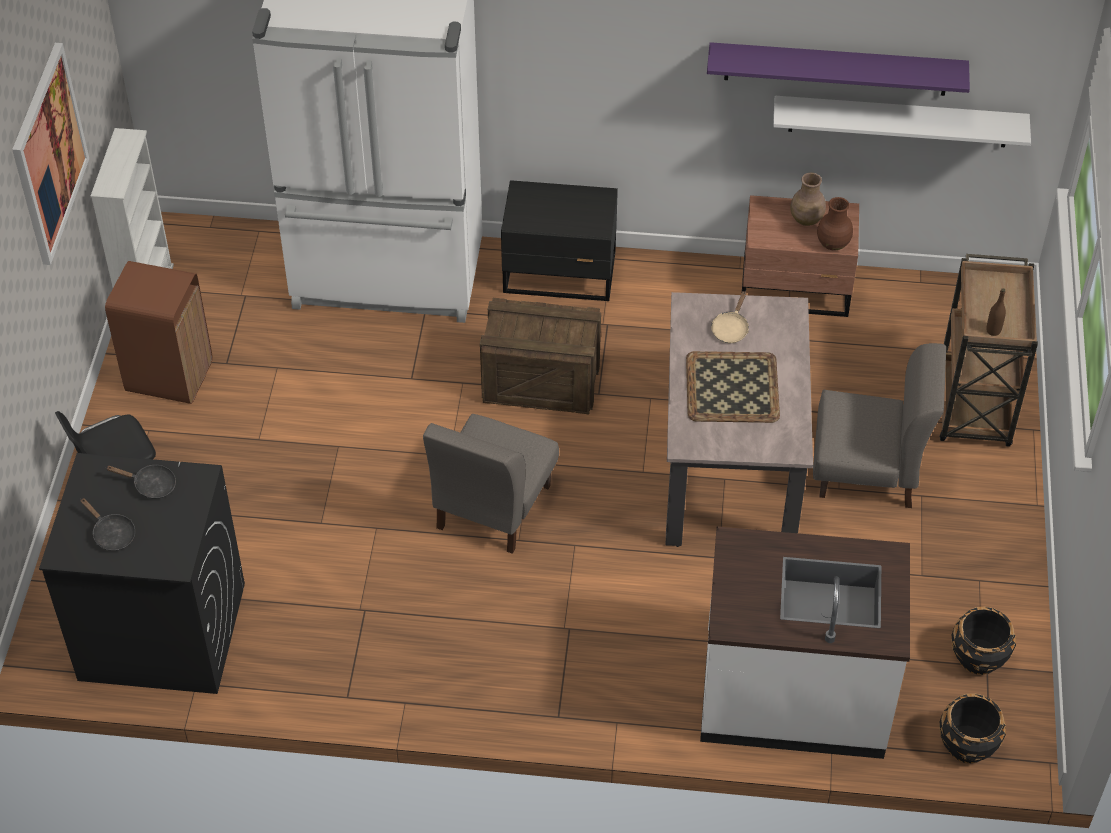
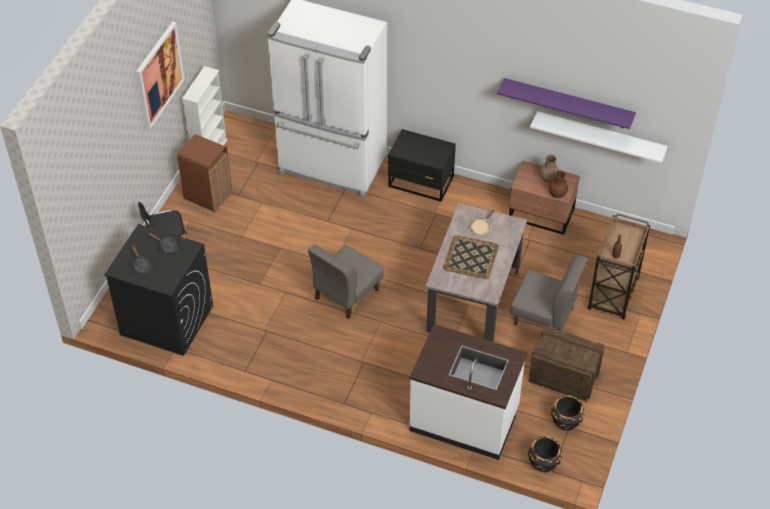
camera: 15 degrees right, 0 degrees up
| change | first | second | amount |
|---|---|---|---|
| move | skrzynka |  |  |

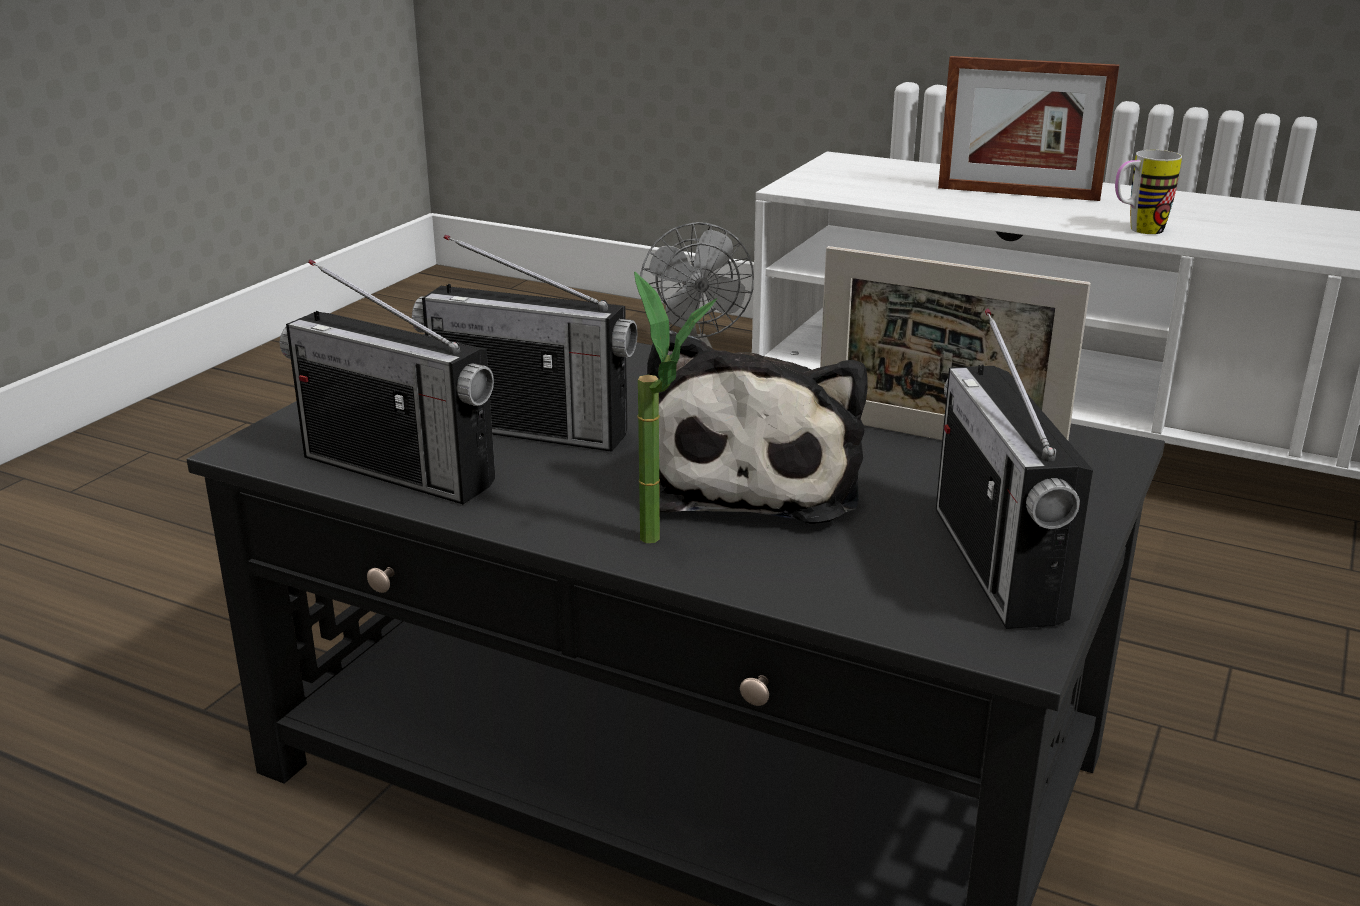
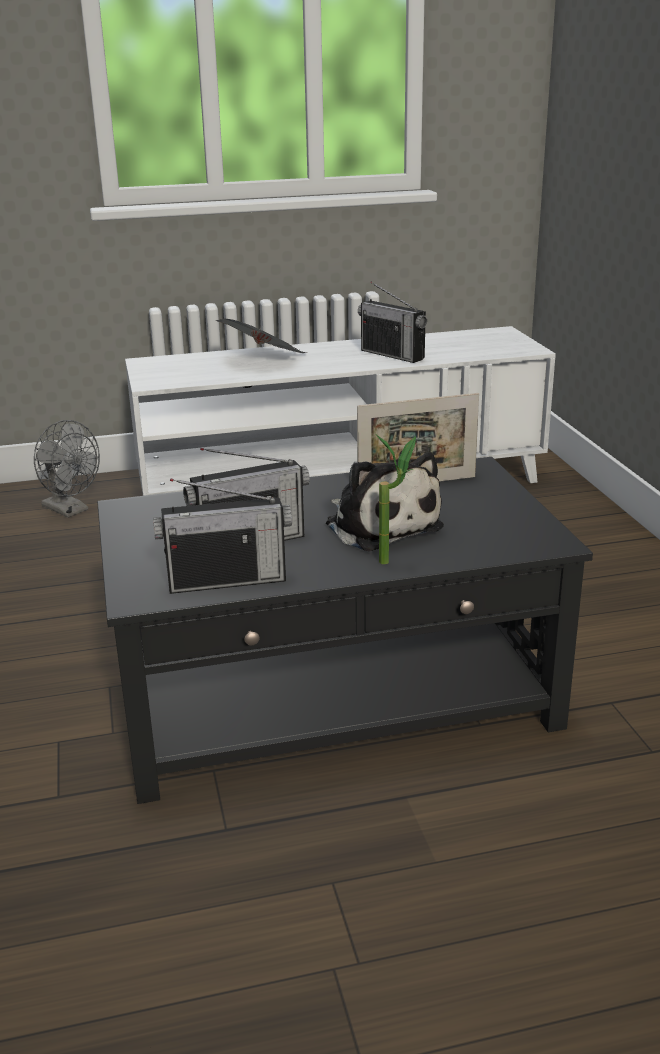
camera: 40 degrees left, 0 degrees up
| change | first | second | amount |
|---|---|---|---|
| replace | ramka na zdjęcie (2nd from left) | gazeta |  |
| move | radio (3rd from left) |  |  |
| delete | kubek |  |  |

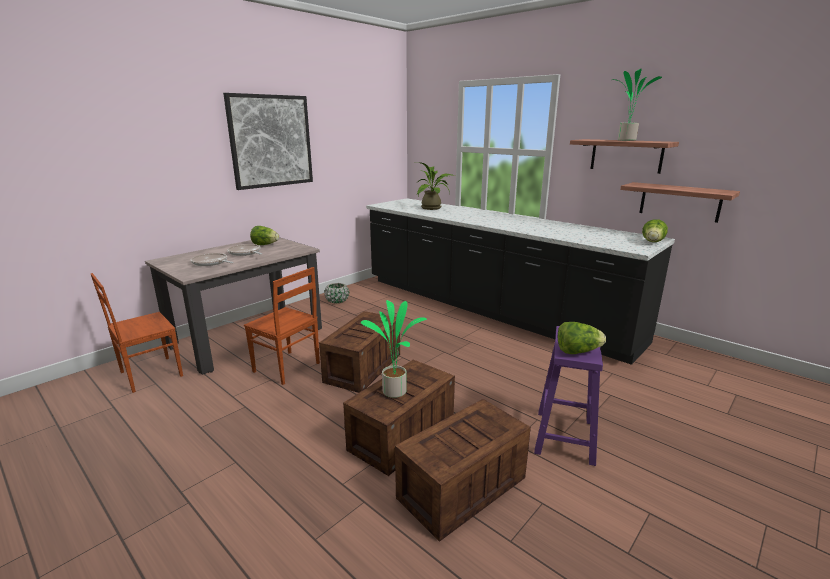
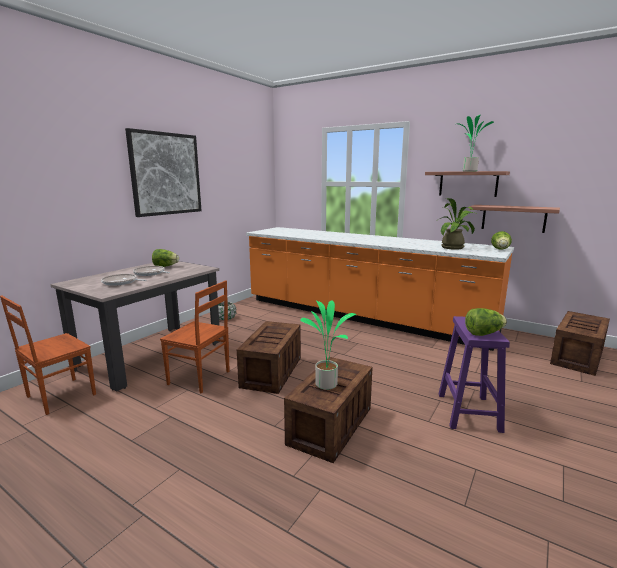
camera: 10 degrees left, 5 degrees down
| change | first | second | amount |
|---|---|---|---|
| recolor | zabudowa kuchenna/czarny | zabudowa kuchenna/pomarańczowy |  |
| move | roślina doniczkowa (2nd from left) |  |  |
| move | skrzynka (3rd from left) |  |  |

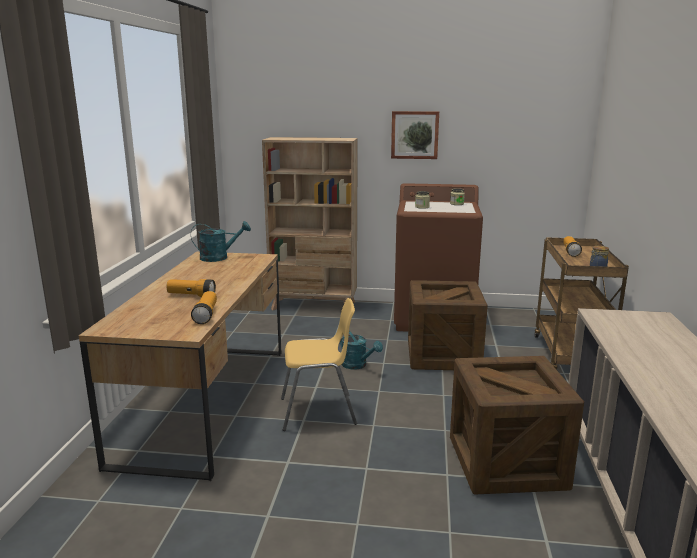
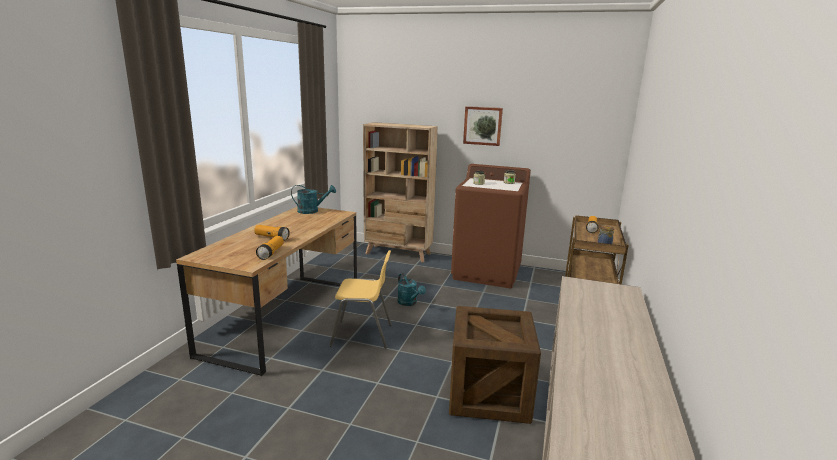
camera: 10 degrees right, 0 degrees up
| change | first | second | amount |
|---|---|---|---|
| delete | skrzynka (1st from left) |  |  |

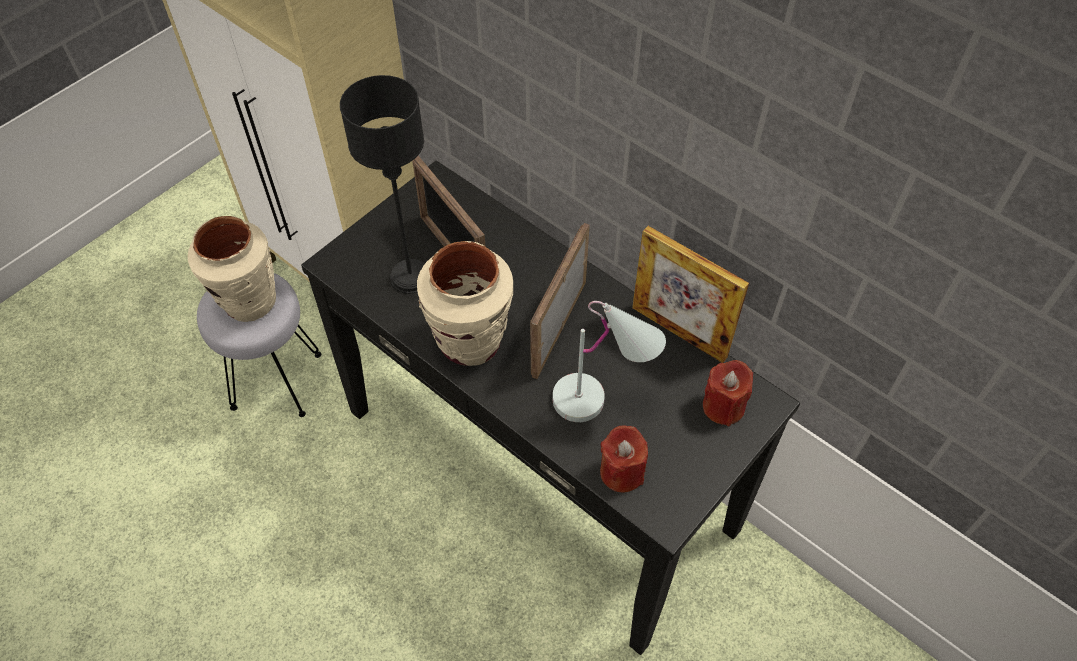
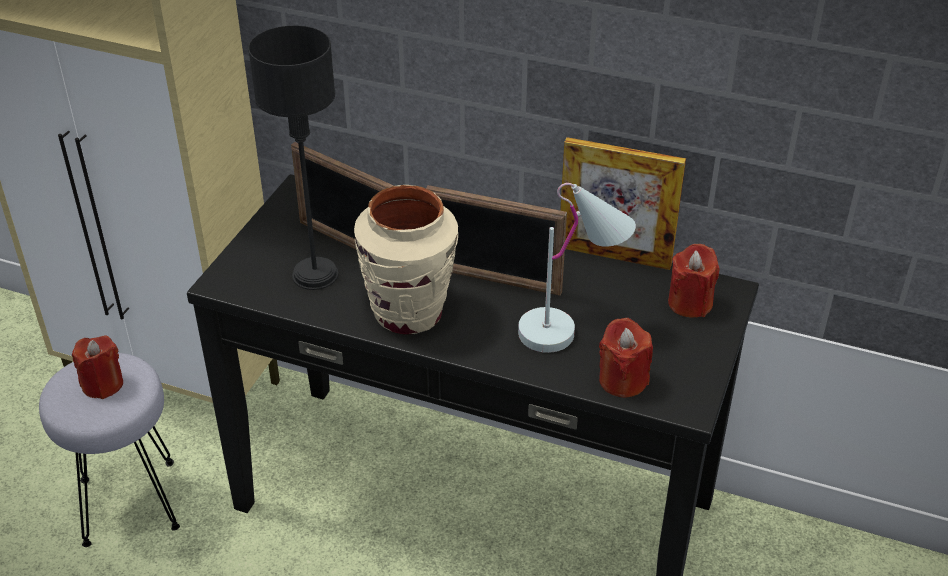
camera: 20 degrees left, 15 degrees down
| change | first | second | amount |
|---|---|---|---|
| replace | wazon/beżowy (1st from left) | świeca/czerwony (1st from left) |  |
| rotate | ramka na zdjęcie (2nd from left) |  | 75 degrees counterclockwise |

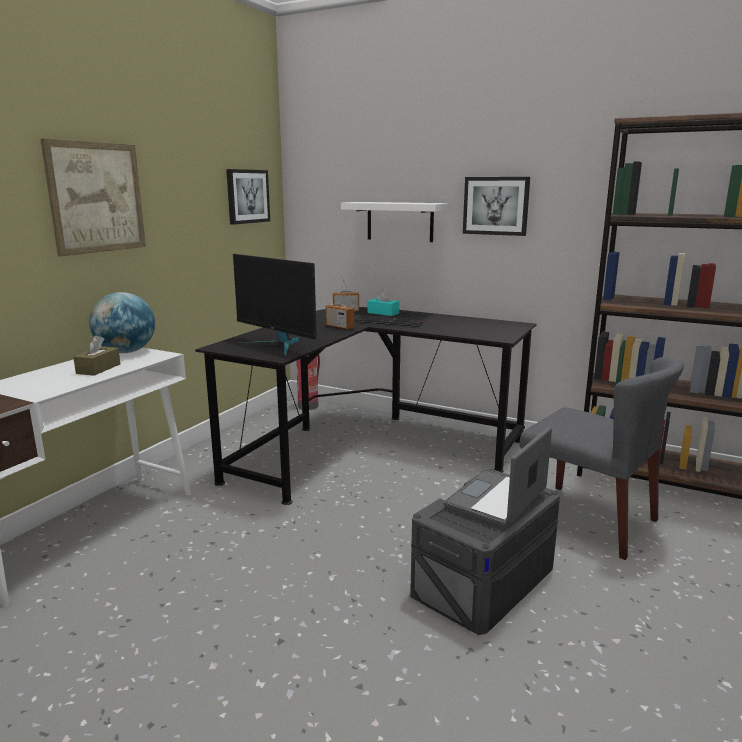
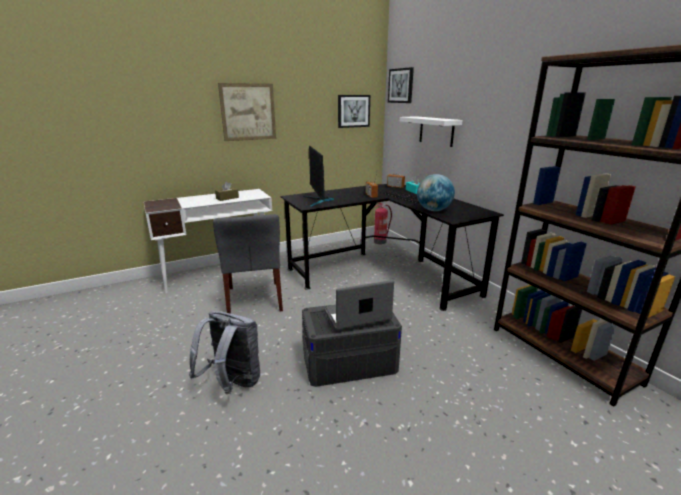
camera: 35 degrees right, 5 degrees up
| change | first | second | amount |
|---|---|---|---|
| insert |  | plecak/szary |  |
| move | krzesło/szary |  |  |
| move | obraz (3rd from left) |  |  |
| move | globus |  |  |

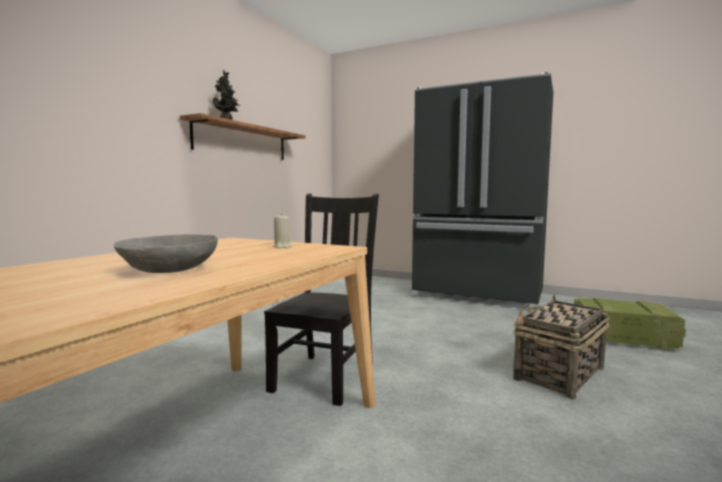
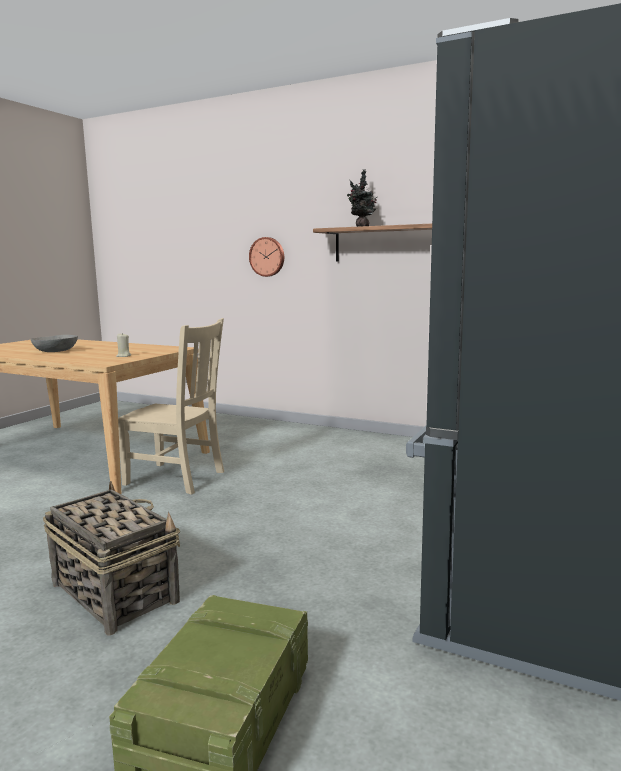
camera: 90 degrees right, 5 degrees up
| change | first | second | amount |
|---|---|---|---|
| recolor | krzesło/czarny | krzesło/beżowy |  |
| insert |  | zegar ścienny |  |

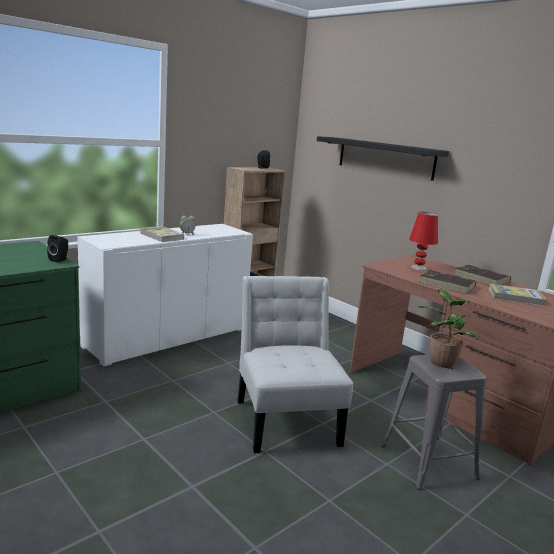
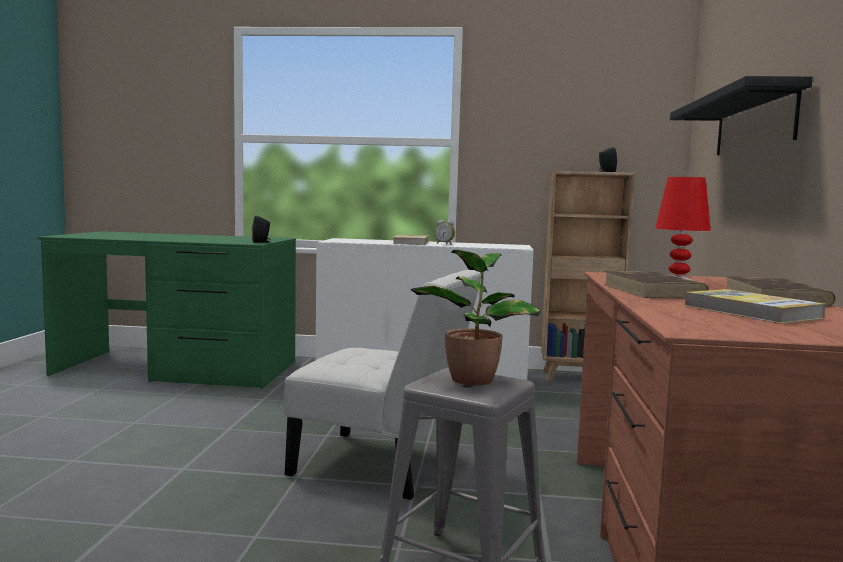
camera: 50 degrees right, 10 degrees down
| change | first | second | amount |
|---|---|---|---|
| rotate | krzesło/biały |  | 75 degrees clockwise |

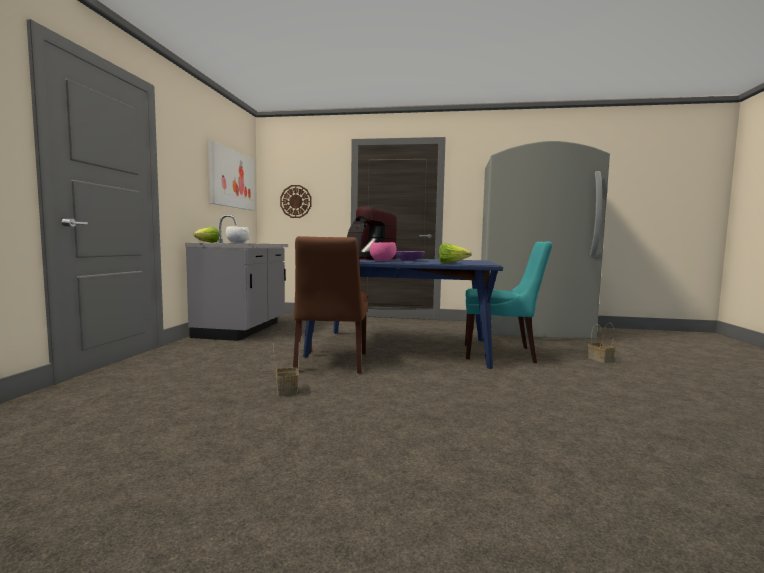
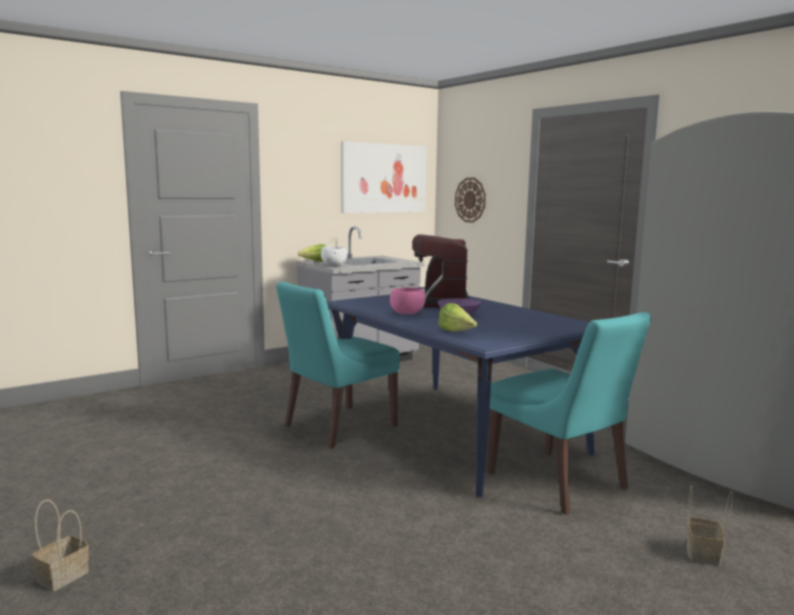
camera: 45 degrees right, 5 degrees up
| change | first | second | amount |
|---|---|---|---|
| move | koszyk (1st from left) |  |  |
| recolor | krzesło/brązowy | krzesło/turkusowy (1st from left) |  |

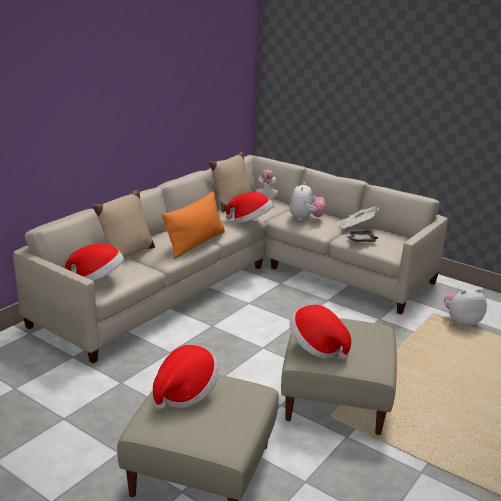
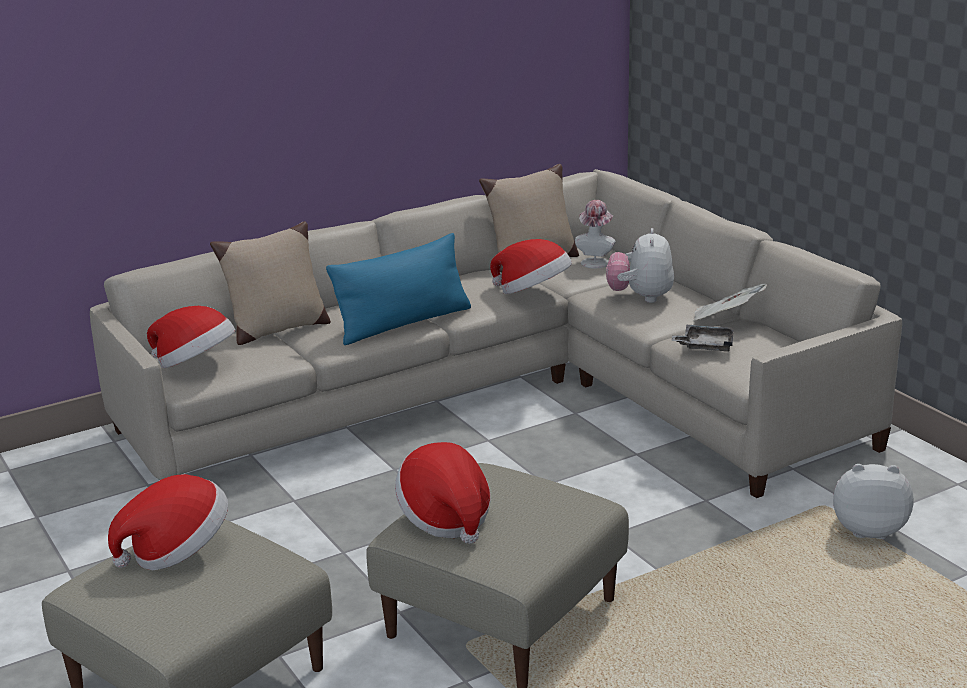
camera: 25 degrees right, 0 degrees up
| change | first | second | amount |
|---|---|---|---|
| recolor | poduszka/pomarańczowy | poduszka/niebieski |  |
| rotate | pluszak (1st from left) |  | 150 degrees clockwise |

